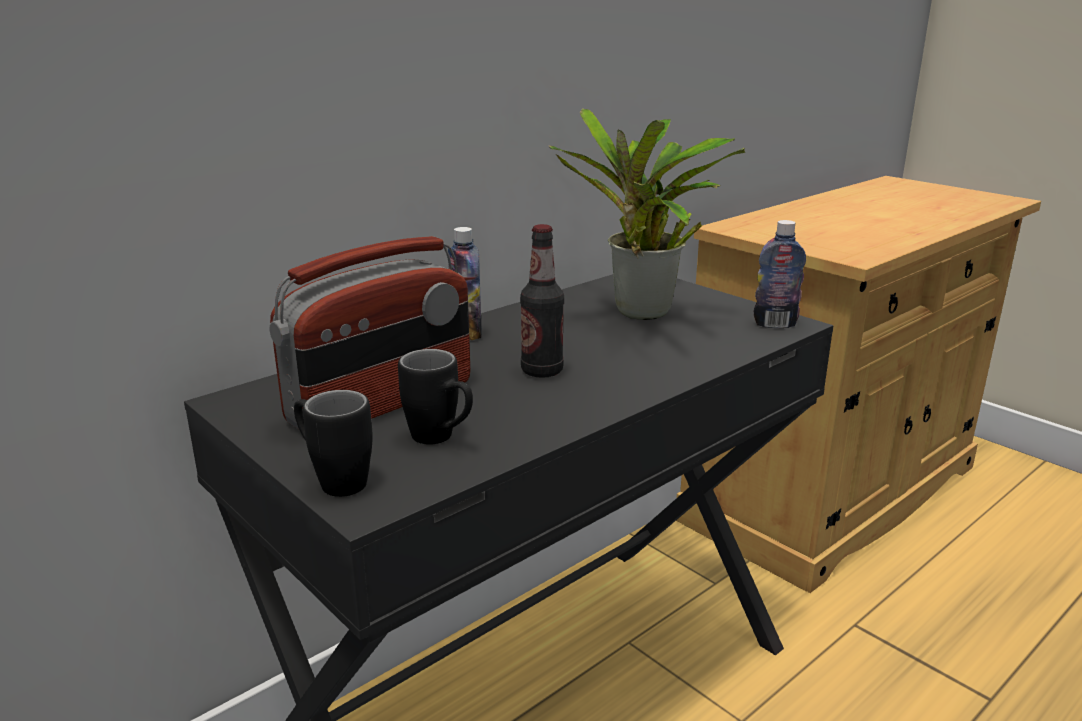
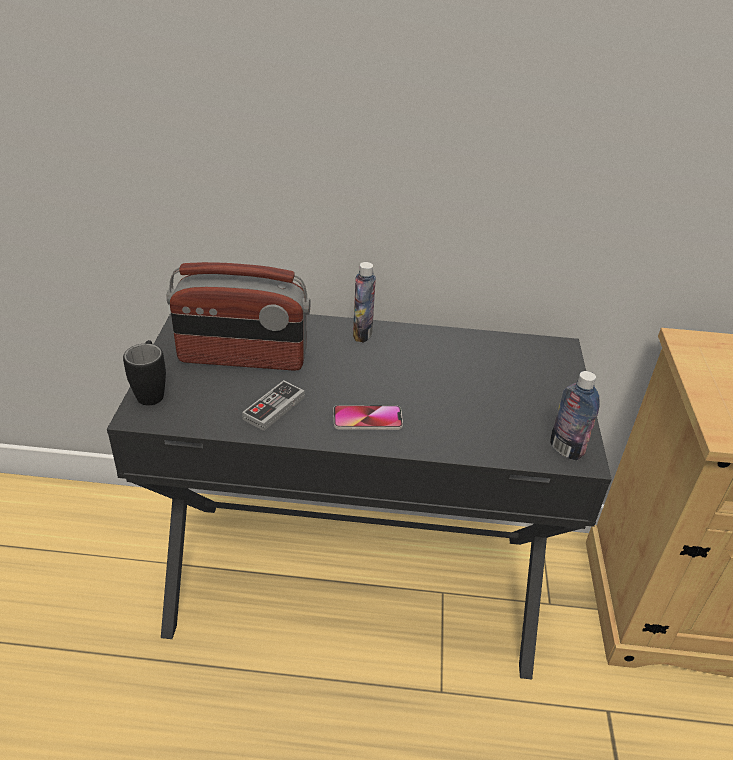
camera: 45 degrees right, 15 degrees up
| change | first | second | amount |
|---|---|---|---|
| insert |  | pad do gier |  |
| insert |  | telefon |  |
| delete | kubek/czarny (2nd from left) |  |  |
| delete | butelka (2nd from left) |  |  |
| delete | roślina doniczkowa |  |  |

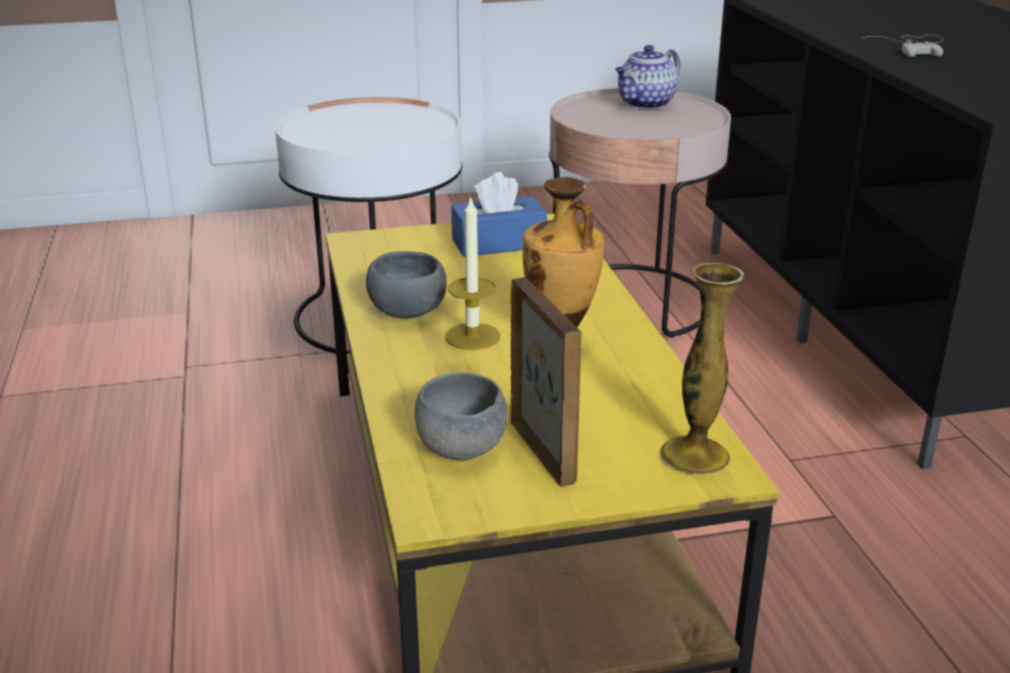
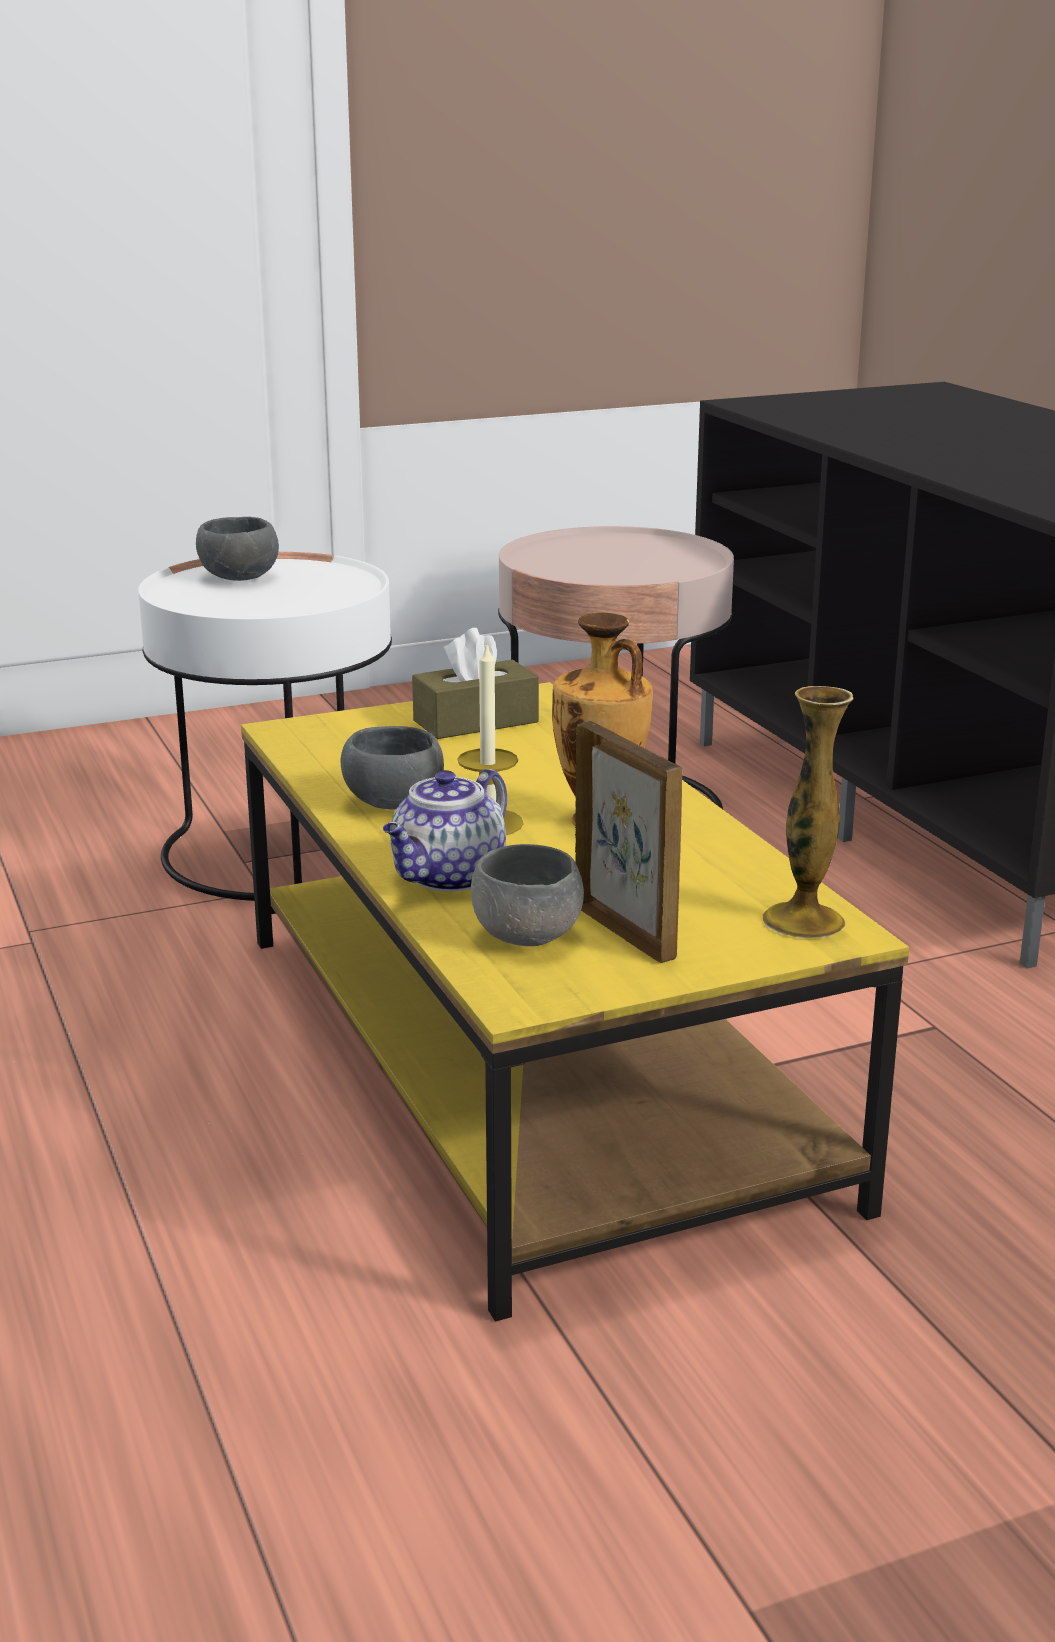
camera: 10 degrees left, 5 degrees down
| change | first | second | amount |
|---|---|---|---|
| insert |  | miska/szary (1st from left) |  |
| move | imbryk |  |  |
| recolor | pudełko chusteczek/niebieski | pudełko chusteczek/brązowy |  |
| delete | pad do gier/biały |  |  |

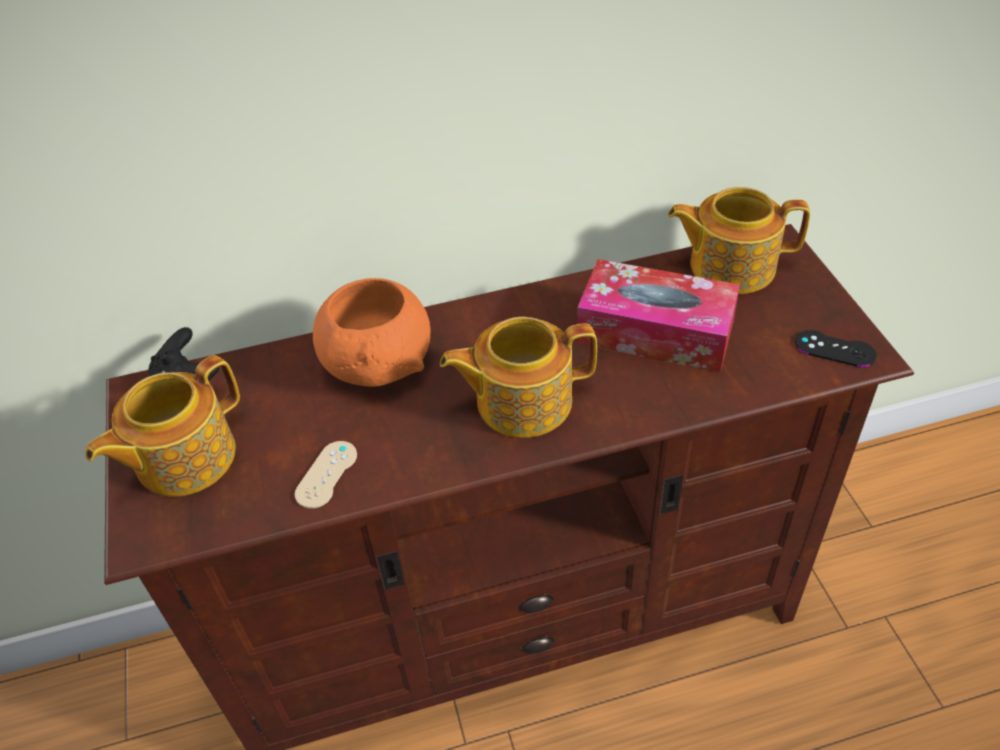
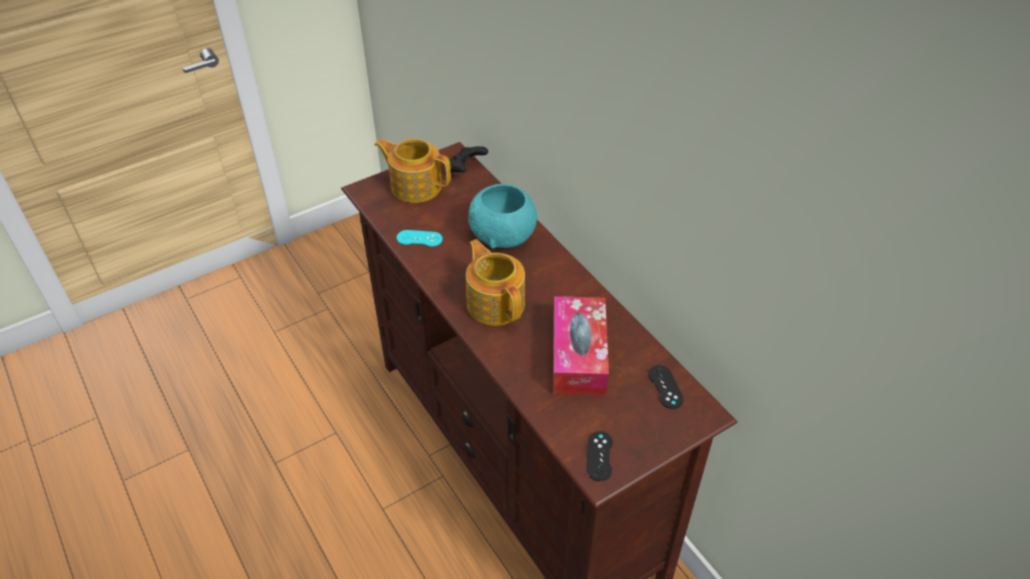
camera: 70 degrees right, 0 degrees up
| change | first | second | amount |
|---|---|---|---|
| recolor | pad do gier/beżowy | pad do gier/turkusowy |  |
| recolor | miska/pomarańczowy | miska/turkusowy |  |
| replace | imbryk (3rd from left) | pad do gier/czarny (3rd from left) |  |

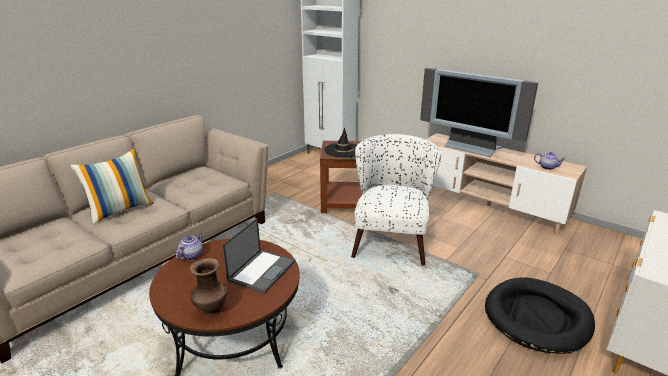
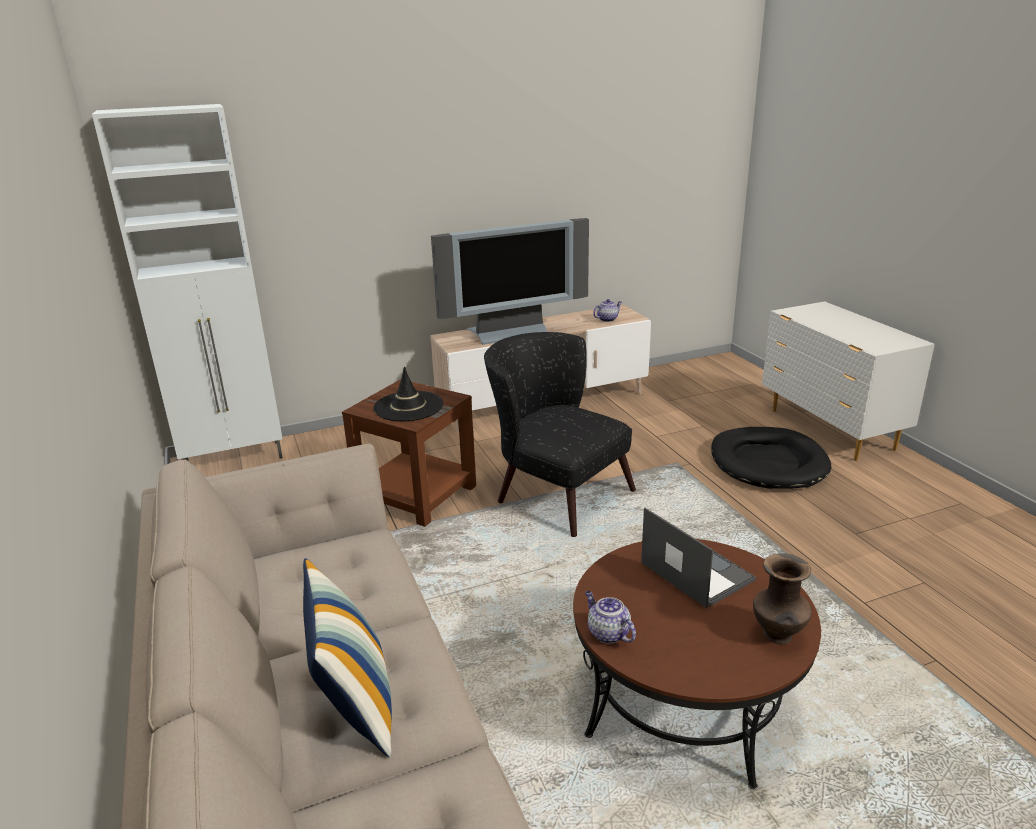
camera: 60 degrees left, 0 degrees up
| change | first | second | amount |
|---|---|---|---|
| recolor | fotel/biały | fotel/czarny |  |

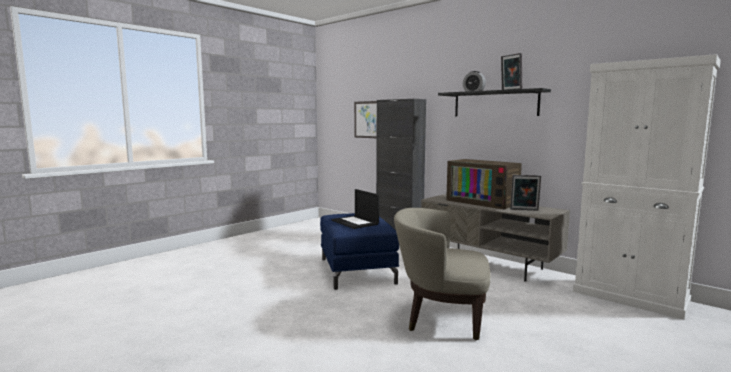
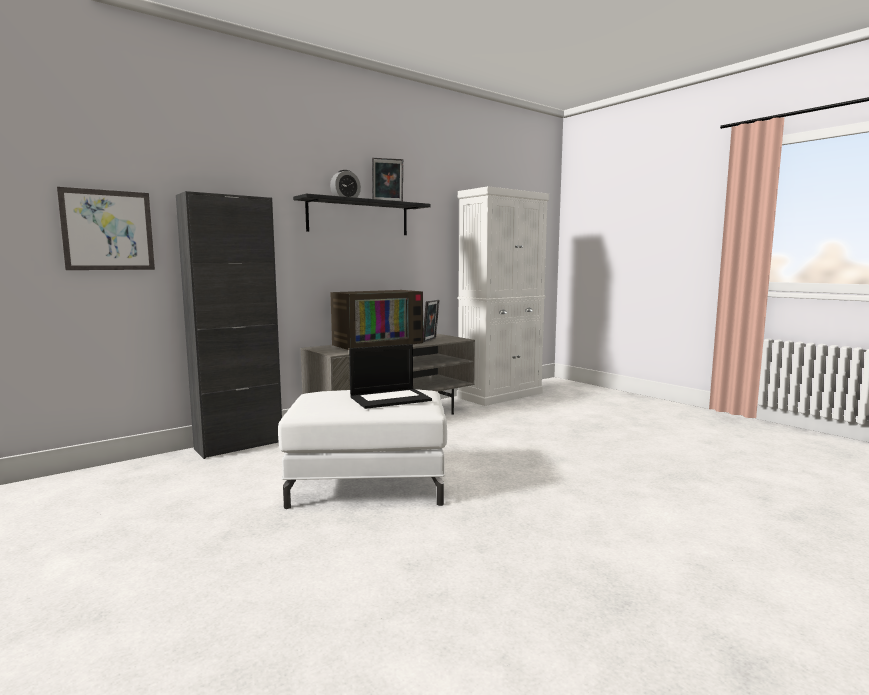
camera: 80 degrees left, 0 degrees up
| change | first | second | amount |
|---|---|---|---|
| recolor | pufa/niebieski | pufa/biały |  |
| delete | fotel/beżowy |  |  |

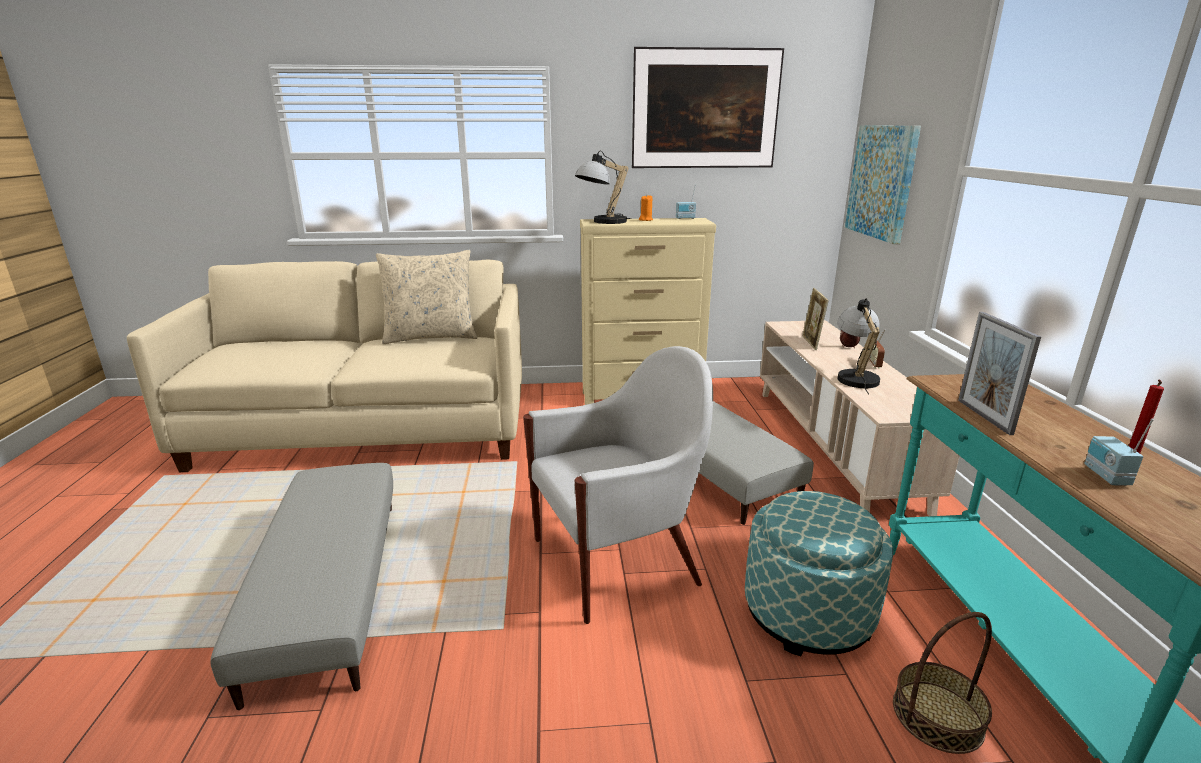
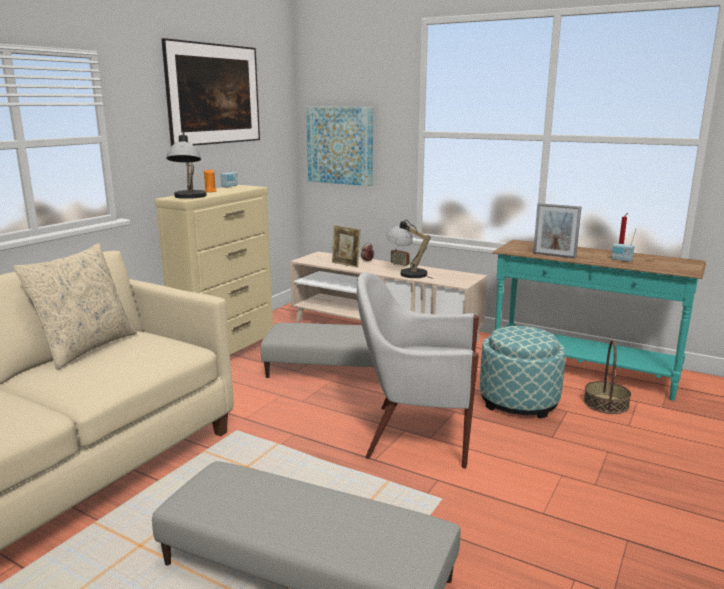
camera: 55 degrees left, 5 degrees down
| change | first | second | amount |
|---|---|---|---|
| rotate | fotel/biały |  | 90 degrees counterclockwise |

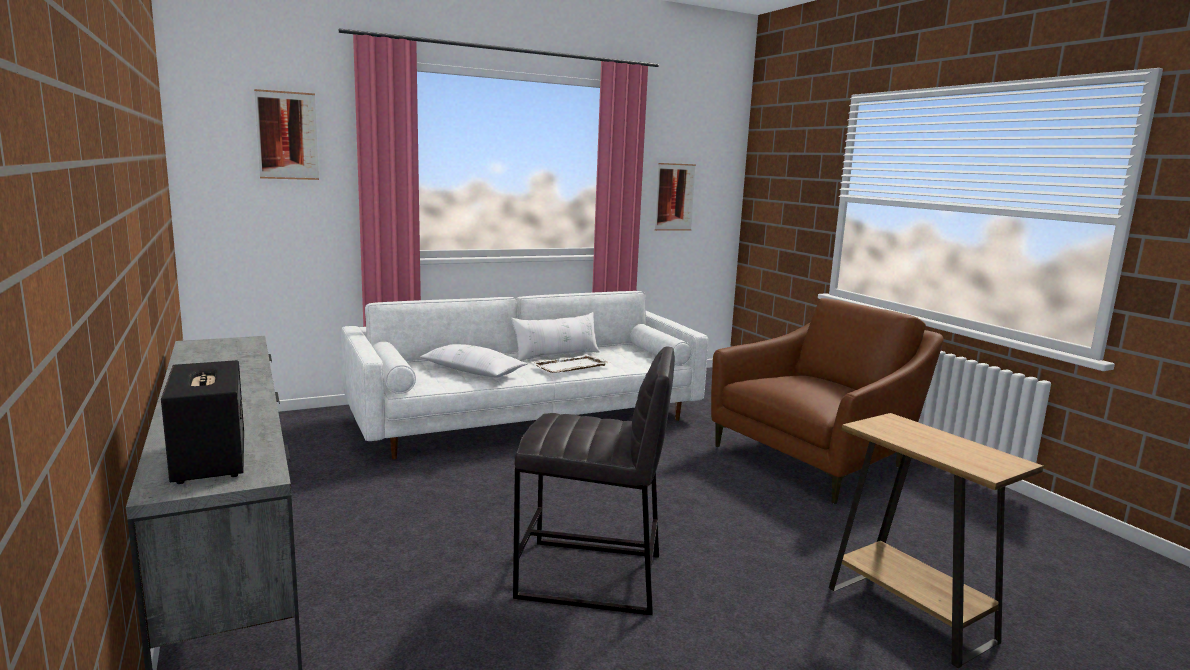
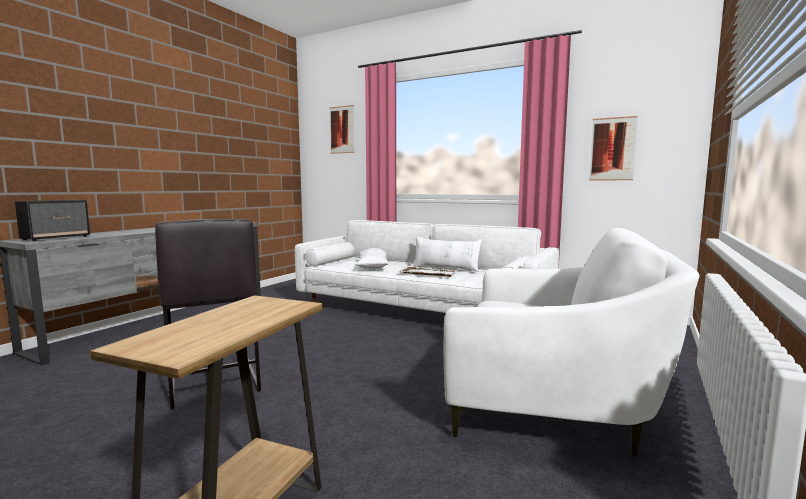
camera: 55 degrees right, 5 degrees down
| change | first | second | amount |
|---|---|---|---|
| recolor | fotel/brązowy | fotel/biały |  |

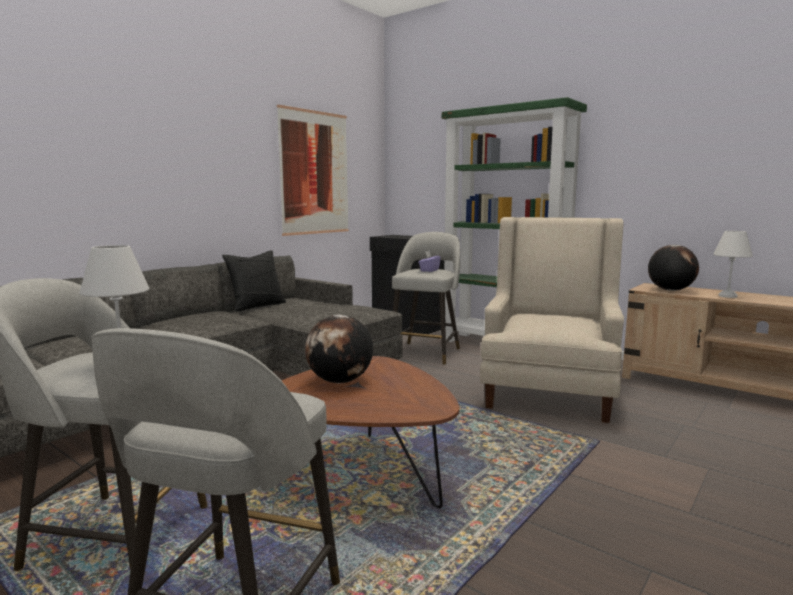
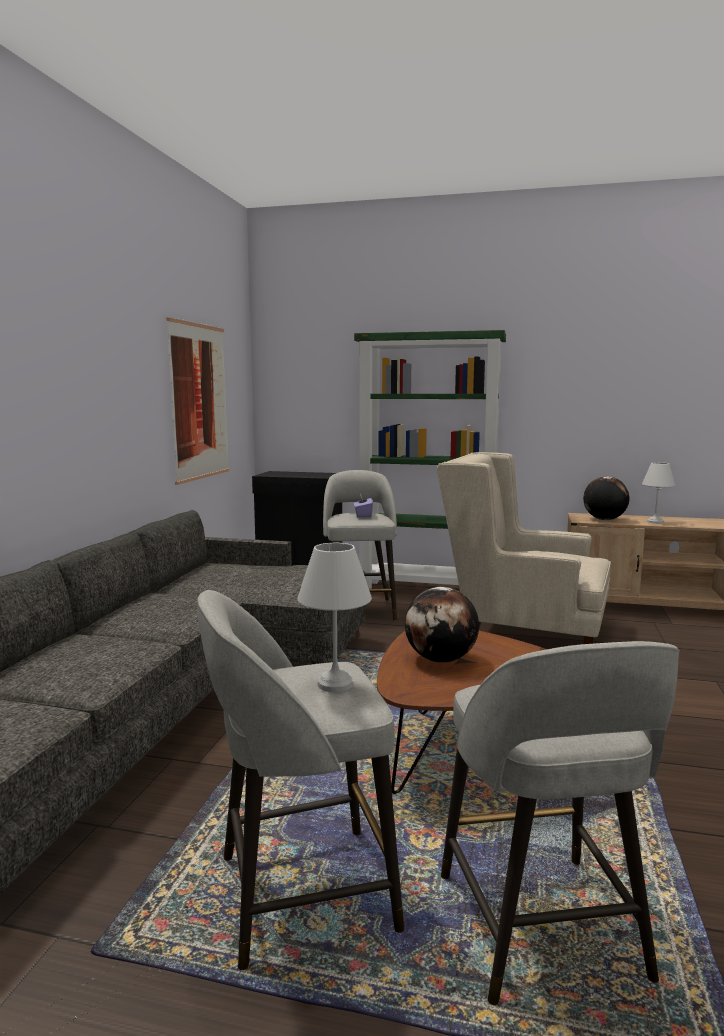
camera: 25 degrees left, 0 degrees up
| change | first | second | amount |
|---|---|---|---|
| rotate | fotel/beżowy |  | 60 degrees counterclockwise |
| delete | poduszka/czarny |  |  |

